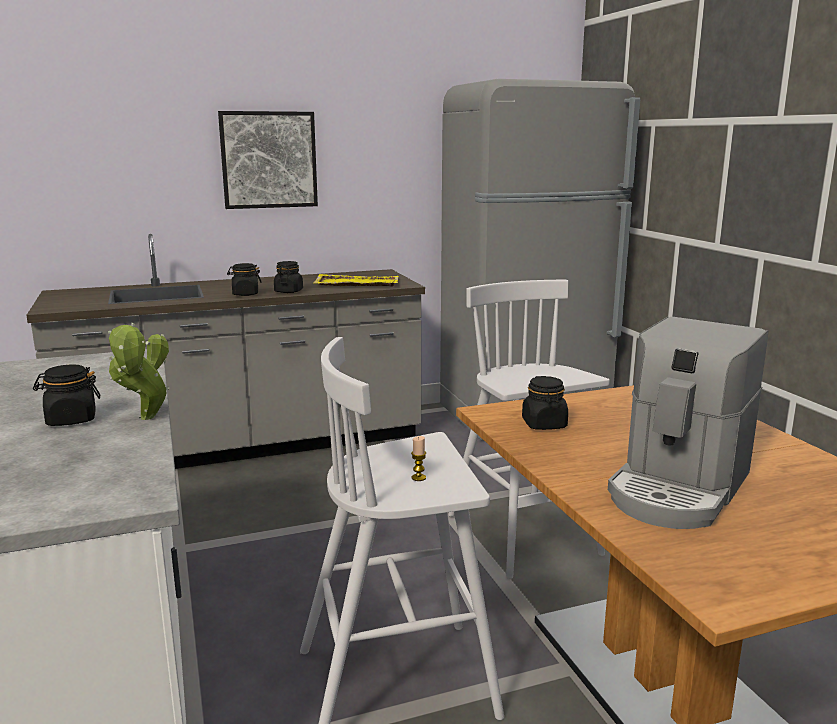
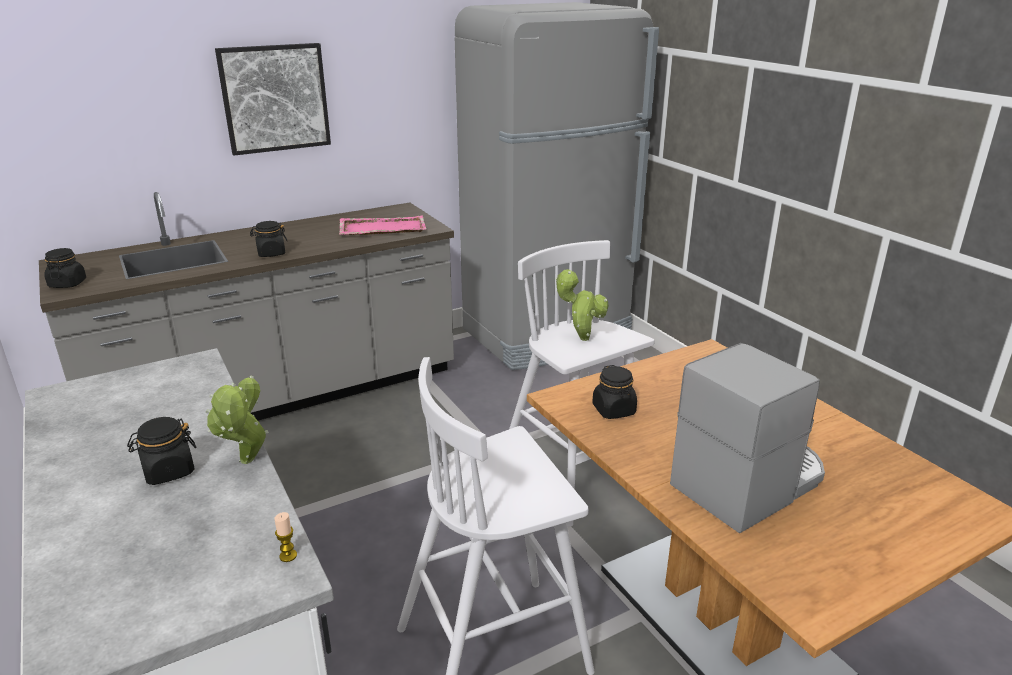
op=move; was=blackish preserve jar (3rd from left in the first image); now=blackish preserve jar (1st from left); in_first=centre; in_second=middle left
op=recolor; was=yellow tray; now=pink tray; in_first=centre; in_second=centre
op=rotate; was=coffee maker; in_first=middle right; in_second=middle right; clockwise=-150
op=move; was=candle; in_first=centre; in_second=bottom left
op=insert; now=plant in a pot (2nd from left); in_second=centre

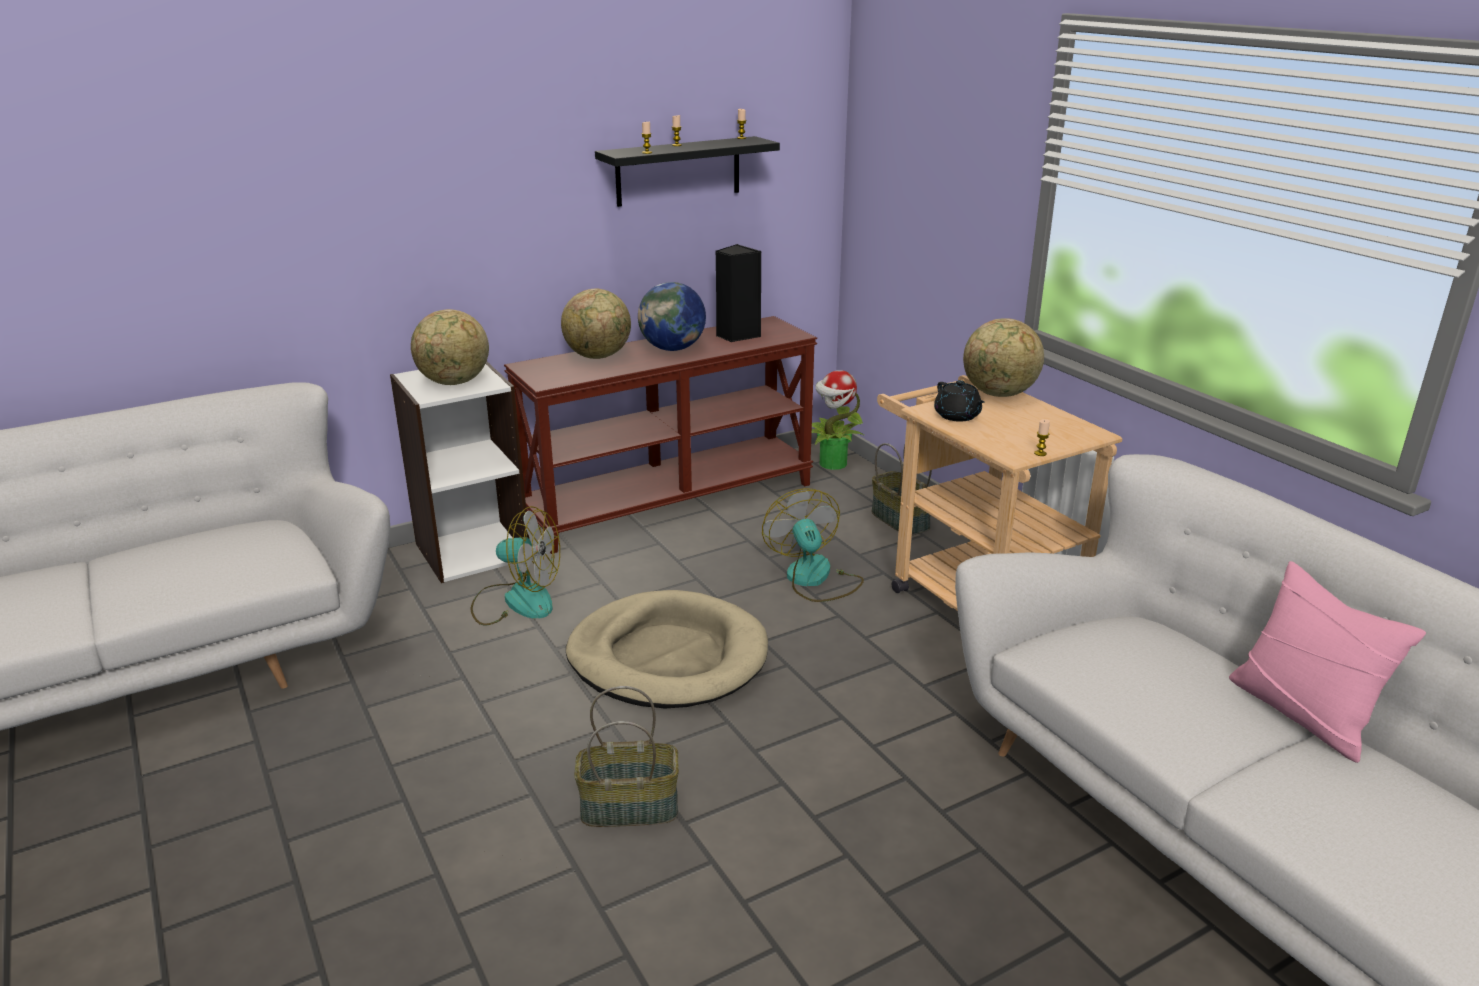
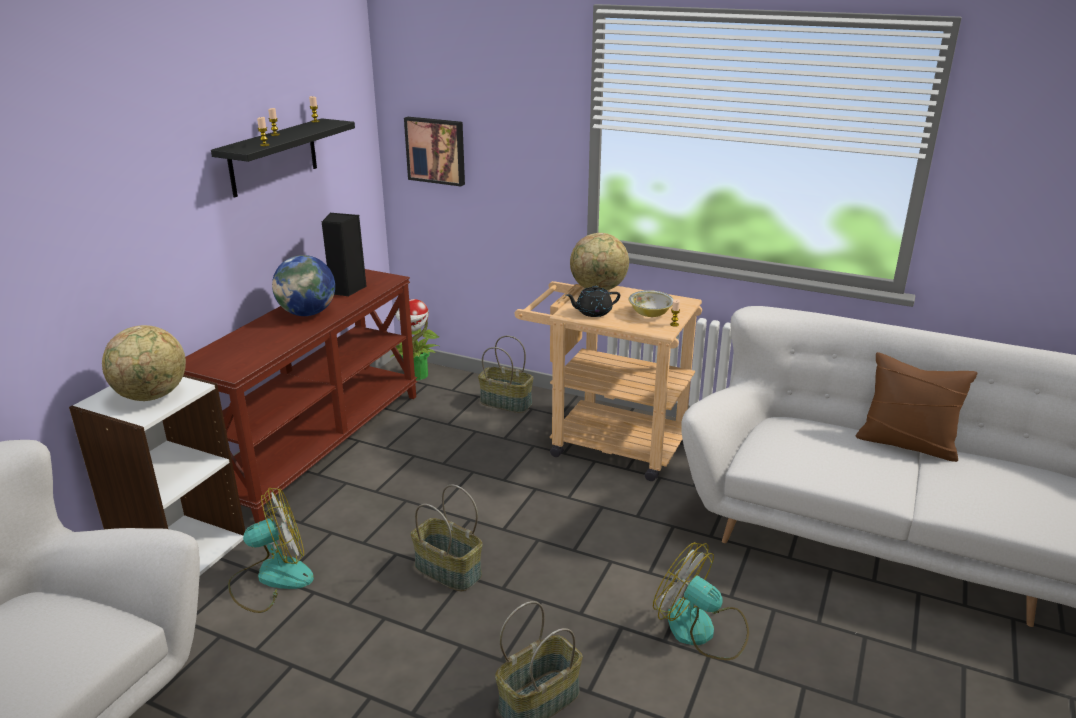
op=delete; was=desk globe (2nd from left); in_first=top centre
op=rotate; was=blackish pot for tea; in_first=centre; in_second=centre; clockwise=135
op=move; was=cooling fan (2nd from left); in_first=centre; in_second=bottom centre
op=recolor; was=pink pillow; now=brown-coloured pillow; in_first=bottom right; in_second=middle right
op=replace; was=sand-coloured dog bed; now=household basket (1st from left); in_first=centre; in_second=bottom centre
op=insert; now=wall picture; in_second=top centre
op=insert; now=serving bowl; in_second=centre

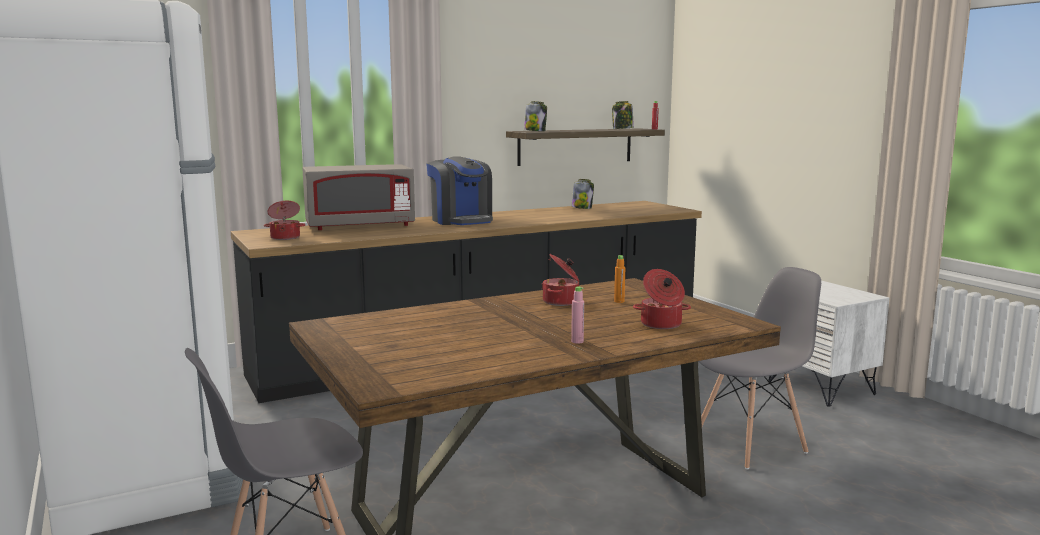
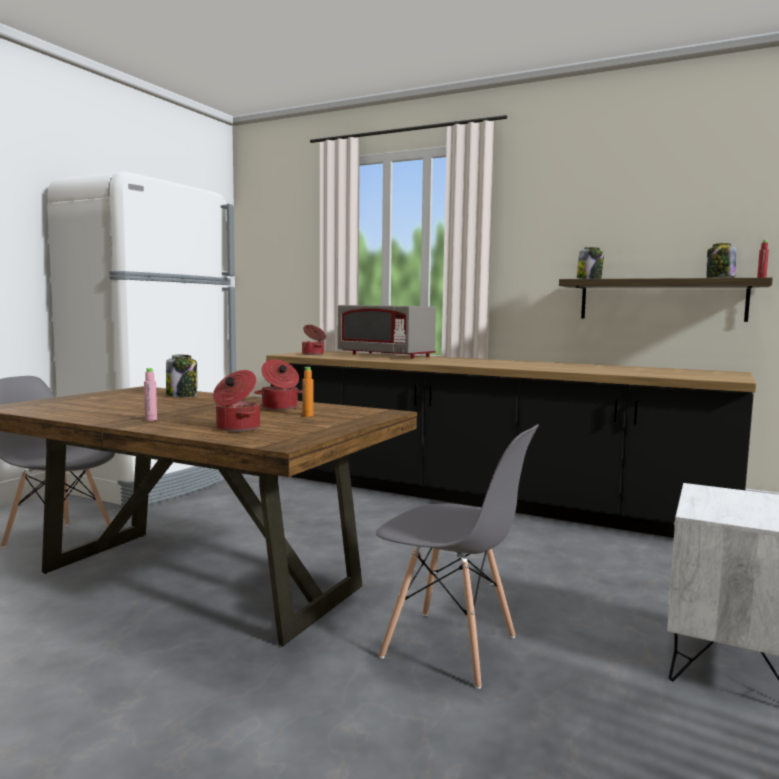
op=delete; was=coffee maker; in_first=centre
op=move; was=preserve jar (2nd from left in the first image); now=preserve jar (1st from left); in_first=centre; in_second=middle left

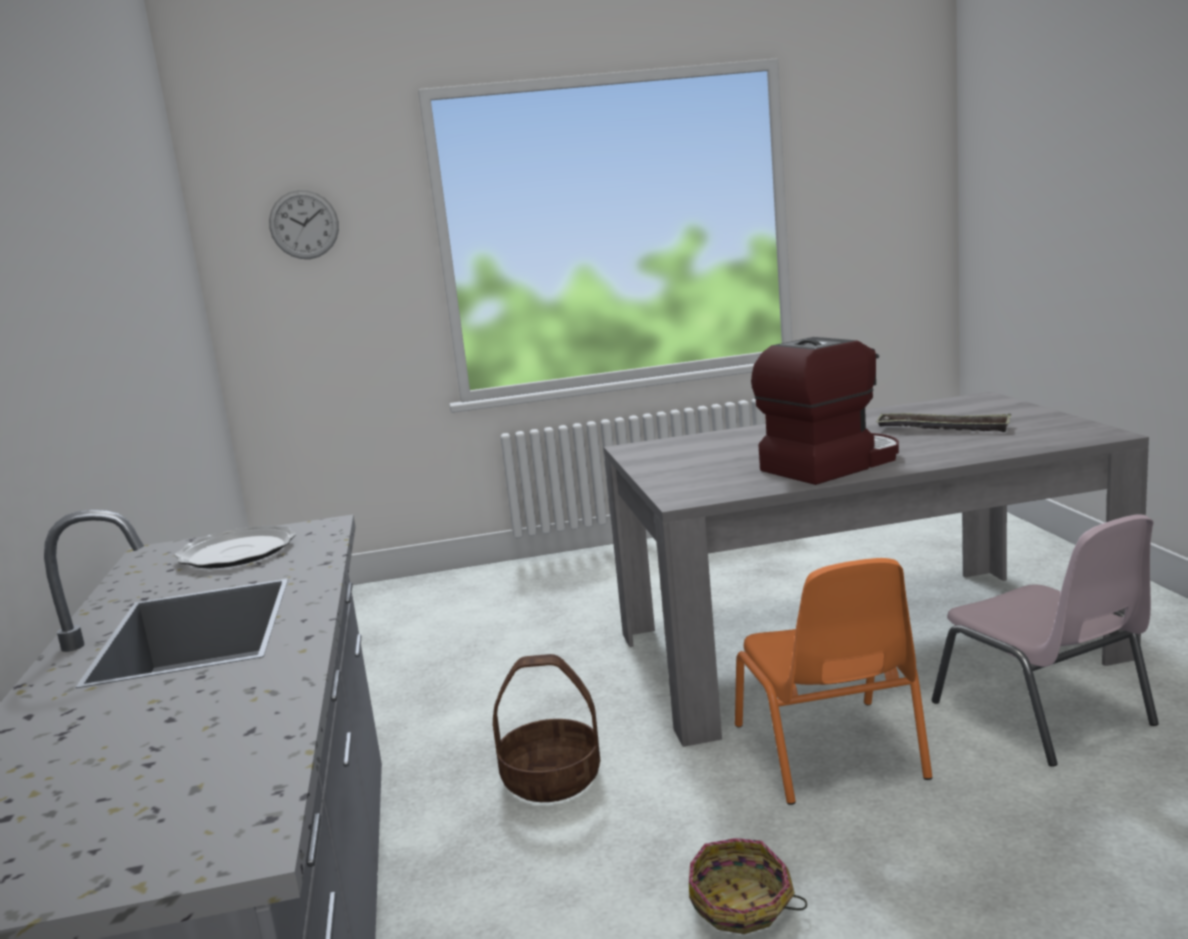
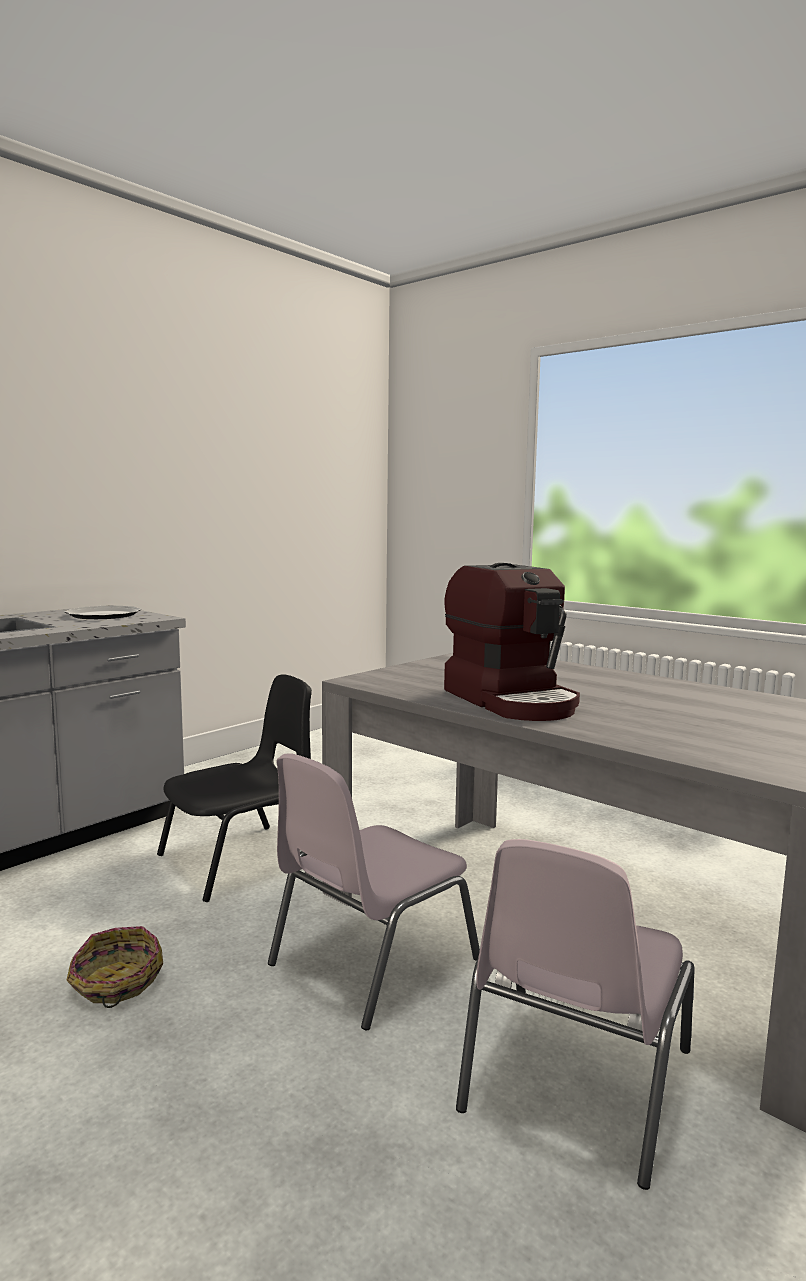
op=delete; was=hanging clock; in_first=top left
op=rotate; was=coffee maker; in_first=middle right; in_second=centre; clockwise=45
op=delete; was=tray; in_first=middle right
op=recolor; was=orangey chair; now=pink chair (1st from left); in_first=bottom right; in_second=bottom centre
op=replace; was=household basket (1st from left); now=blackish chair; in_first=bottom centre; in_second=middle left

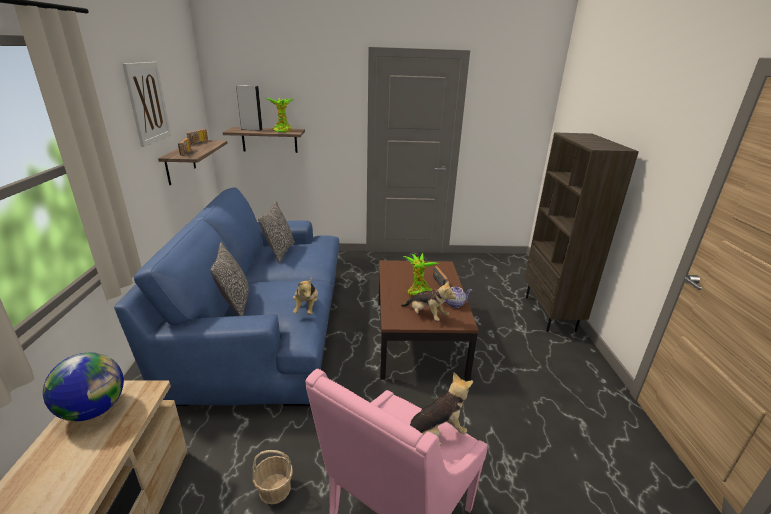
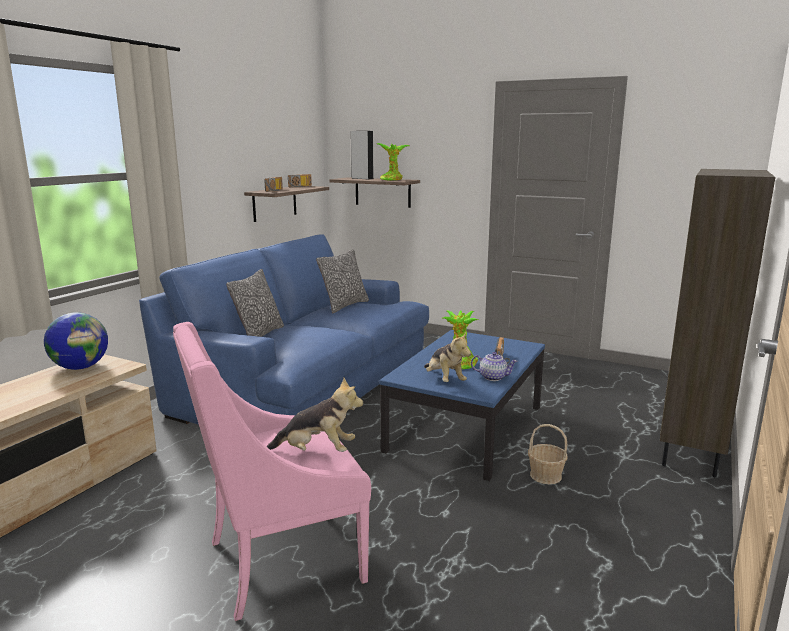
op=delete; was=wall picture; in_first=top left
op=recolor; was=brown-coloured coffee table; now=bluish coffee table; in_first=centre; in_second=centre
op=delete; was=soft toy (1st from left); in_first=centre
op=move; was=household basket; in_first=bottom centre; in_second=bottom right

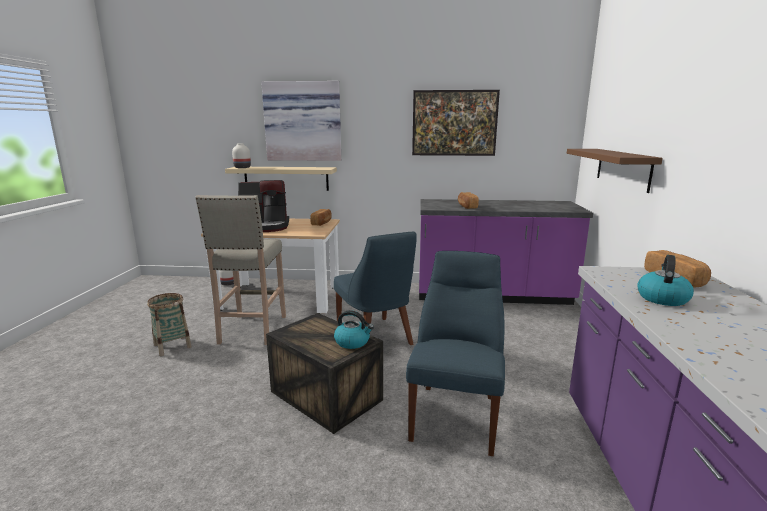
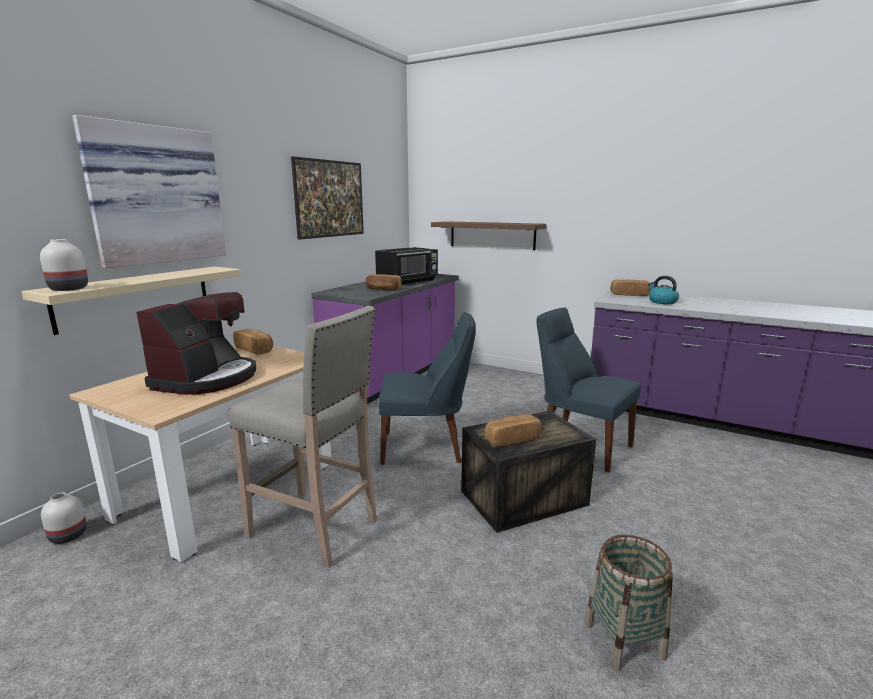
op=move; was=household basket; in_first=middle left; in_second=bottom right
op=delete; was=kettle (1st from left); in_first=centre
op=insert; now=blackish kitchen microwave; in_second=centre
op=insert; now=bread (3rd from left); in_second=centre

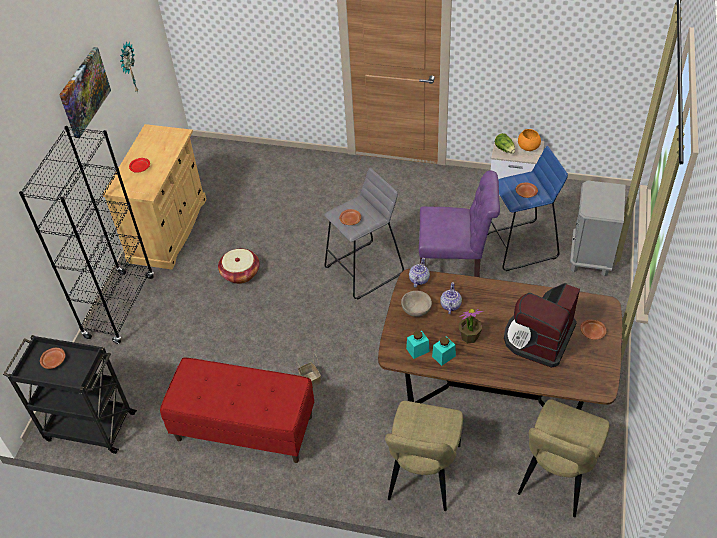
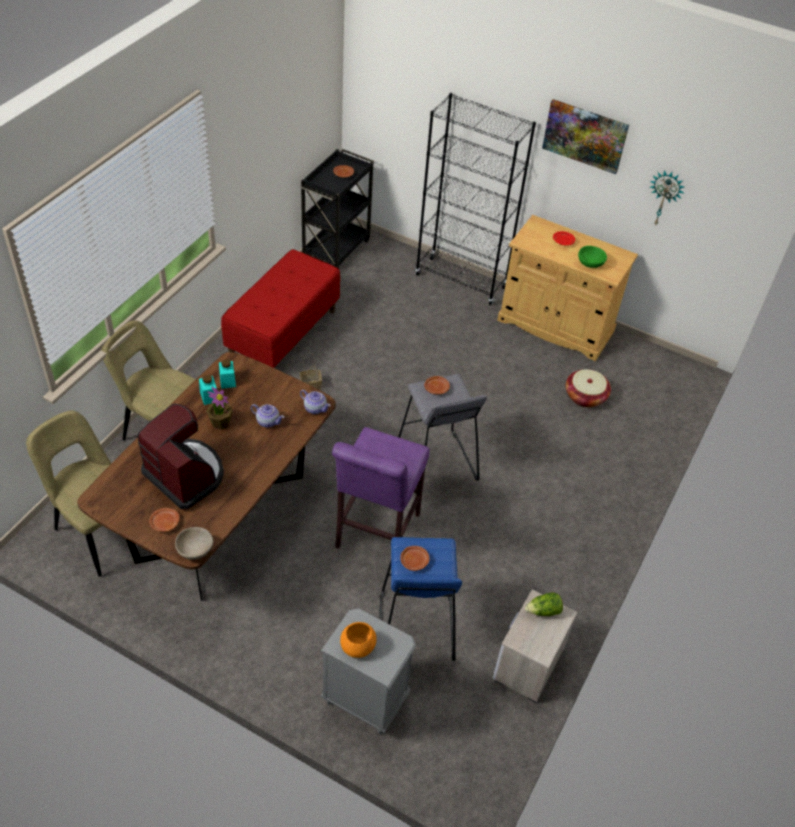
op=move; was=orangey serving bowl; in_first=top right; in_second=bottom centre
op=move; was=household basket (1st from left in the first image); now=household basket (2nd from left); in_first=centre; in_second=middle right
op=move; was=sand-coloured serving bowl; in_first=centre; in_second=middle left
op=insert; now=greenish serving bowl; in_second=top right

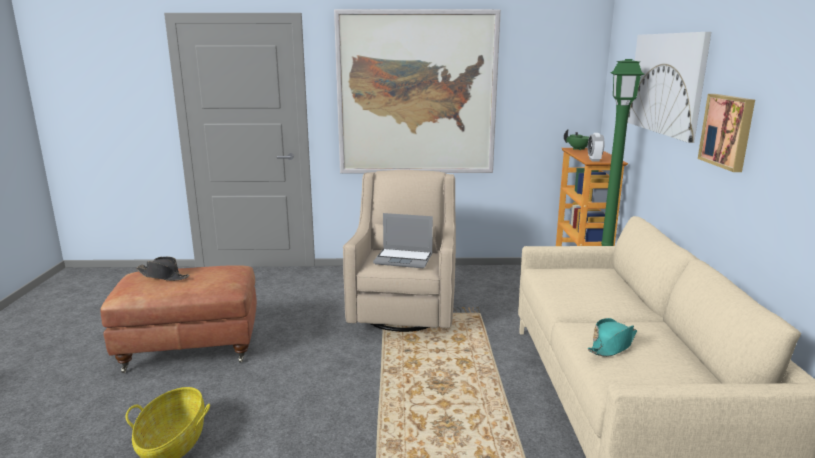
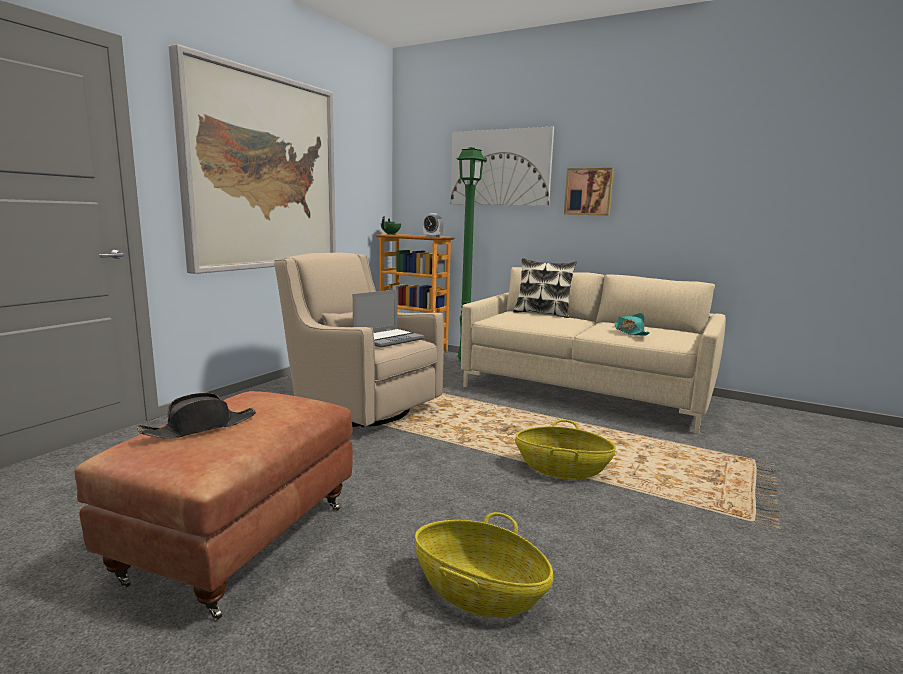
op=insert; now=pillow; in_second=centre
op=insert; now=household basket (2nd from left); in_second=bottom centre

